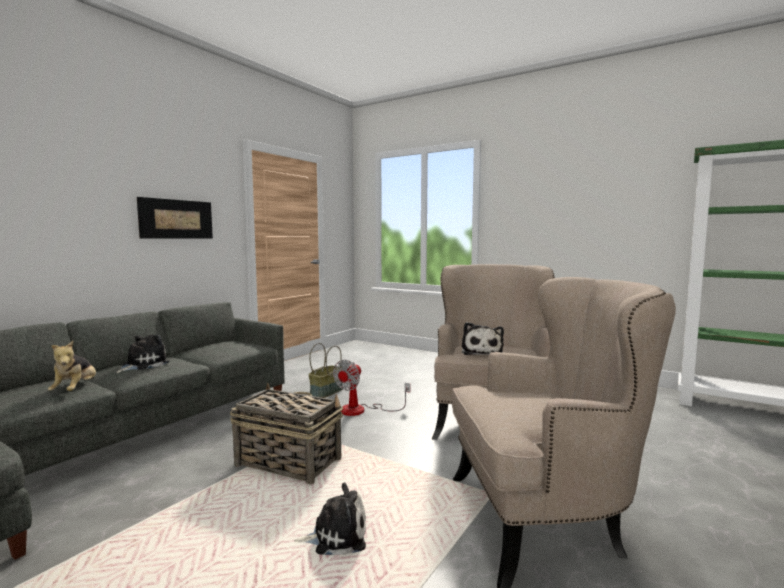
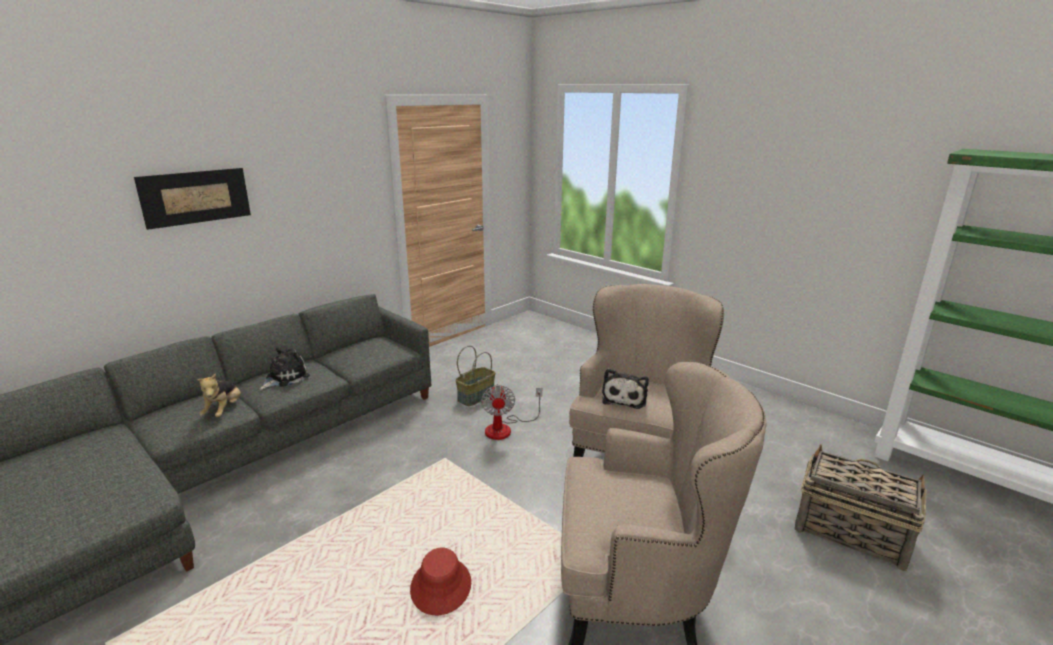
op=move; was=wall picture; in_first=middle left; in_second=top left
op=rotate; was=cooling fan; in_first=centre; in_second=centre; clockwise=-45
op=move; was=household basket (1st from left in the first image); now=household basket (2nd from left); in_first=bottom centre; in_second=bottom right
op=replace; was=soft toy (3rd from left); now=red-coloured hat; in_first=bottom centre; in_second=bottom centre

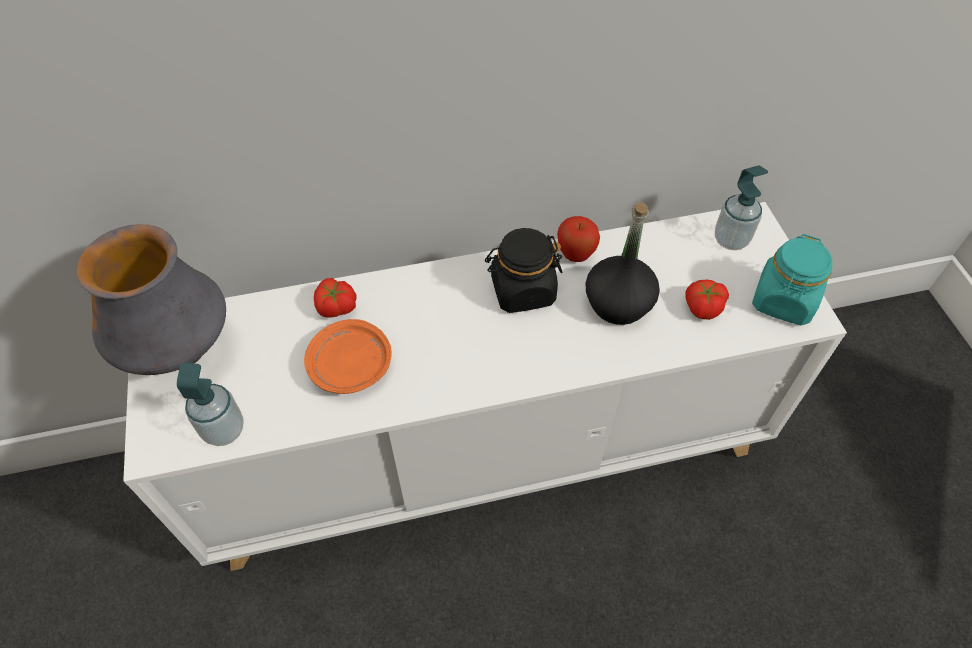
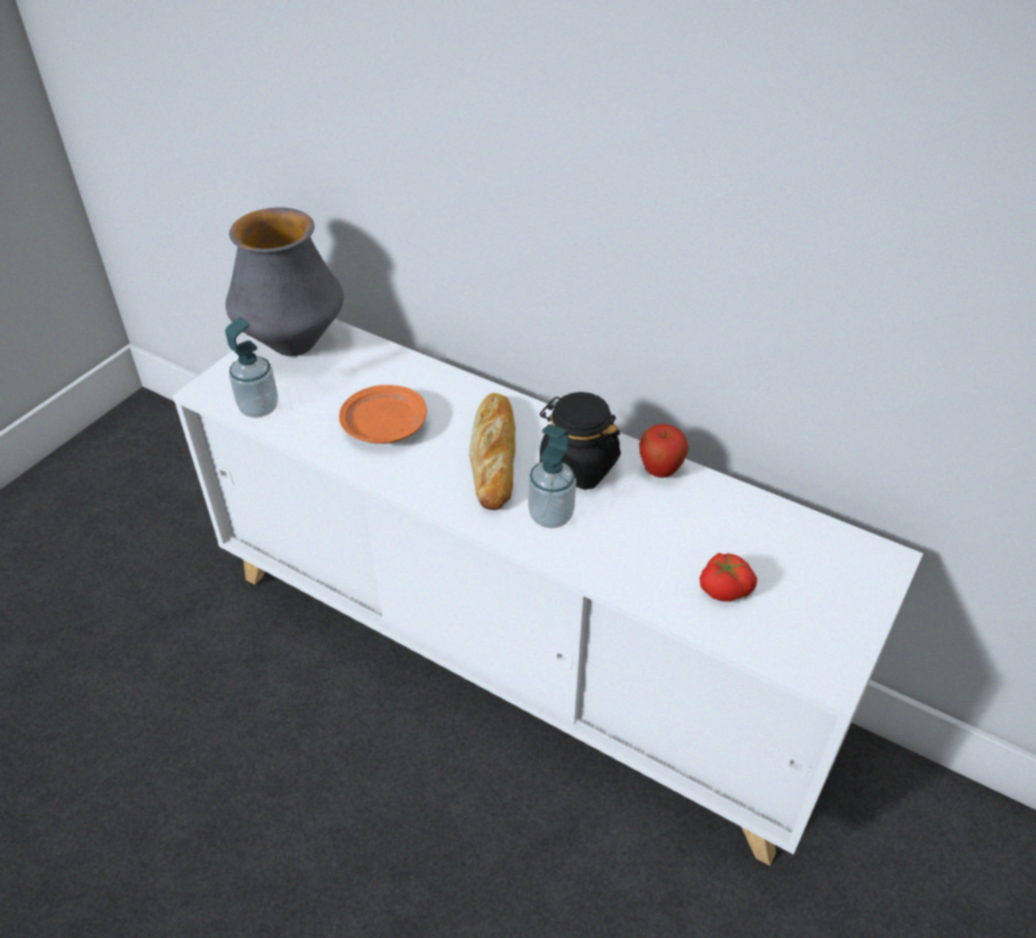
op=move; was=liquid soap bottle (2nd from left); in_first=top right; in_second=centre
op=delete; was=blackish beverage bottle; in_first=centre
op=delete; was=turquoise preserve jar; in_first=middle right
op=delete; was=fresh tomato (1st from left); in_first=centre
op=insert; now=bread; in_second=centre

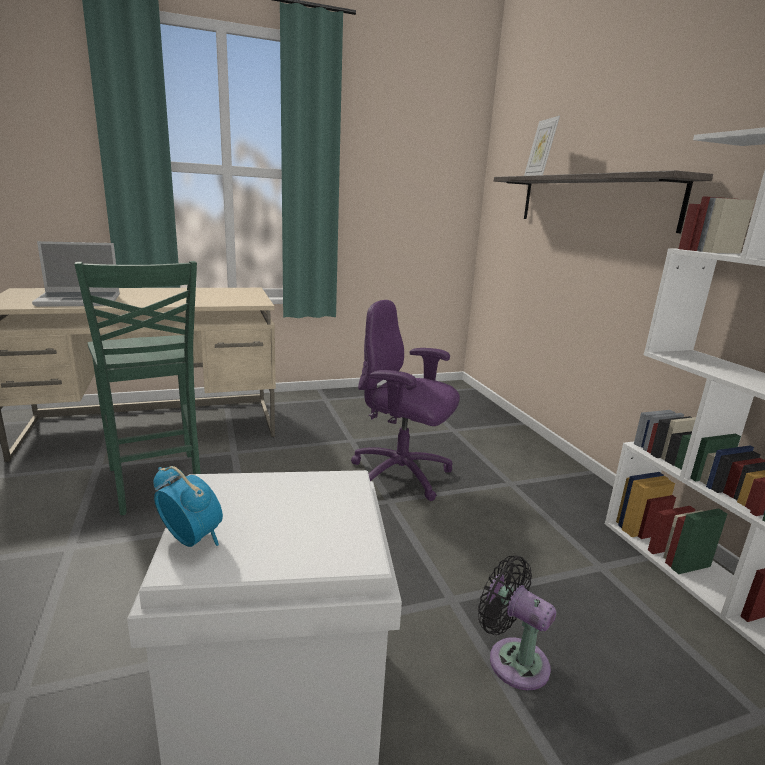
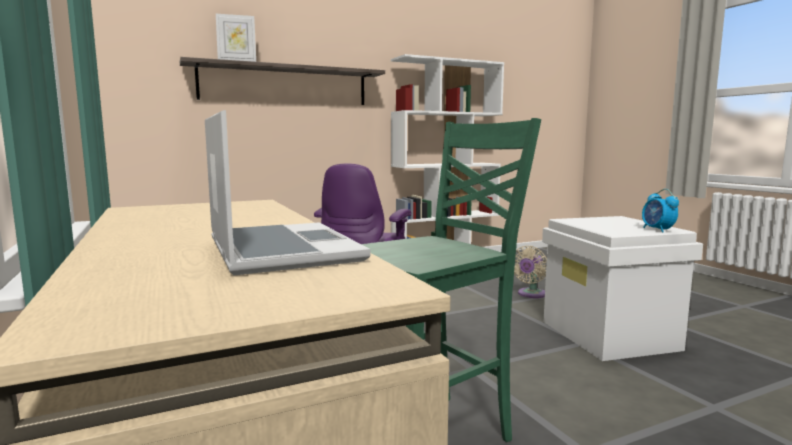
op=rotate; was=bedside clock; in_first=middle left; in_second=middle right; clockwise=-45
op=recolor; was=blackish cooling fan; now=sand-coloured cooling fan; in_first=bottom right; in_second=middle right

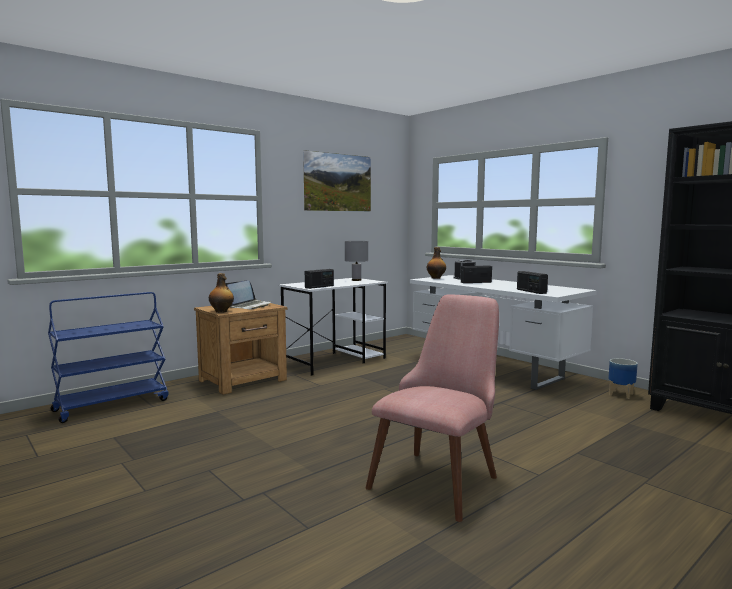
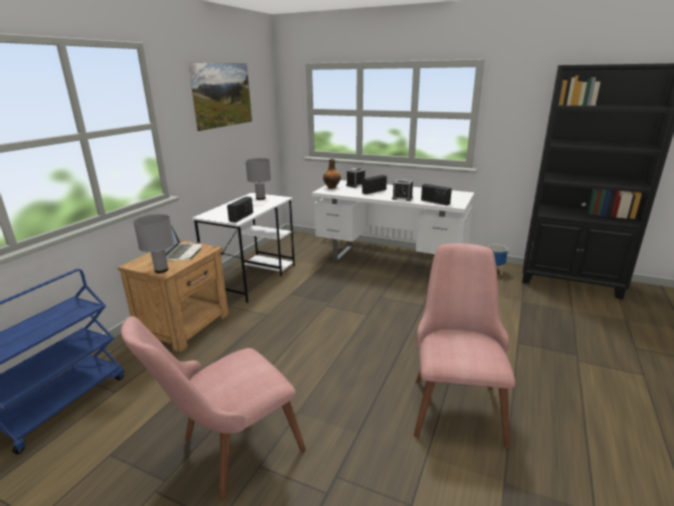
op=replace; was=beverage bottle (1st from left); now=grey lamp for a table (1st from left); in_first=middle left; in_second=middle left
op=insert; now=bedside clock (2nd from left); in_second=centre
op=insert; now=pink chair (1st from left); in_second=bottom left

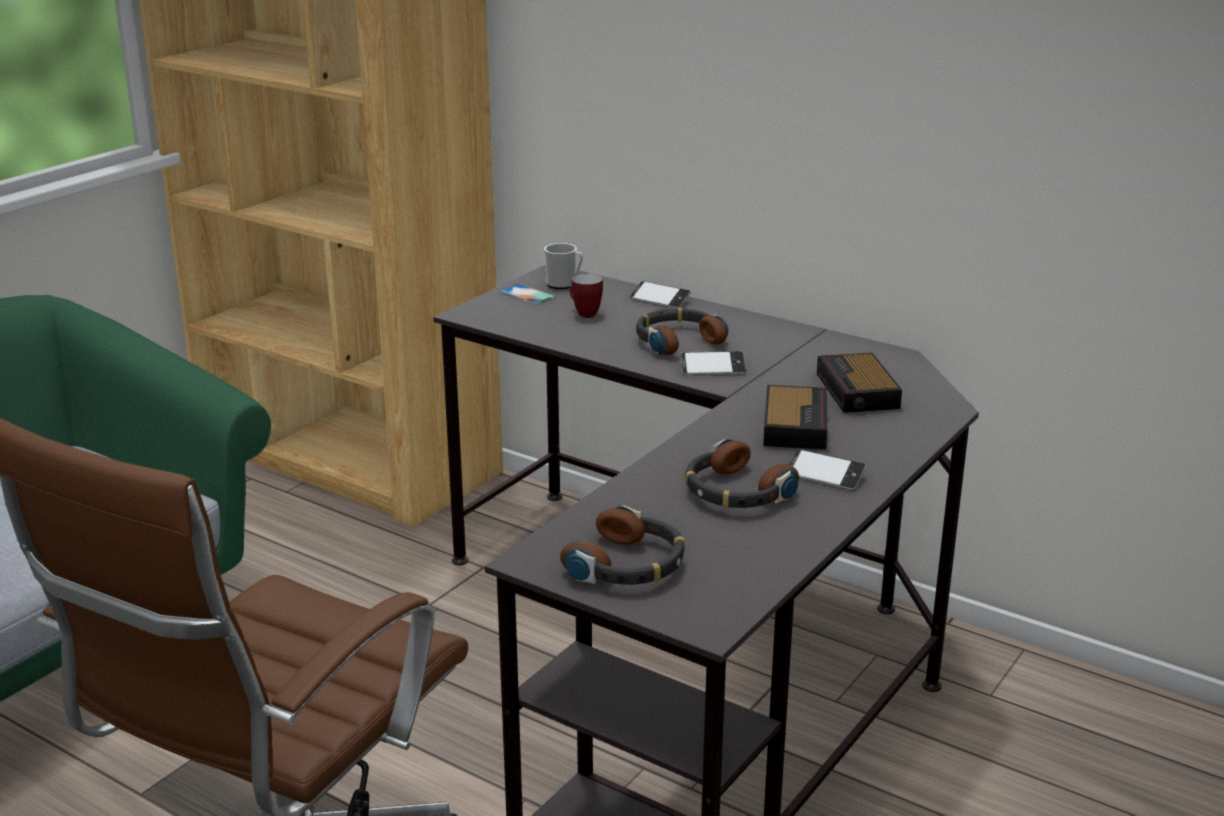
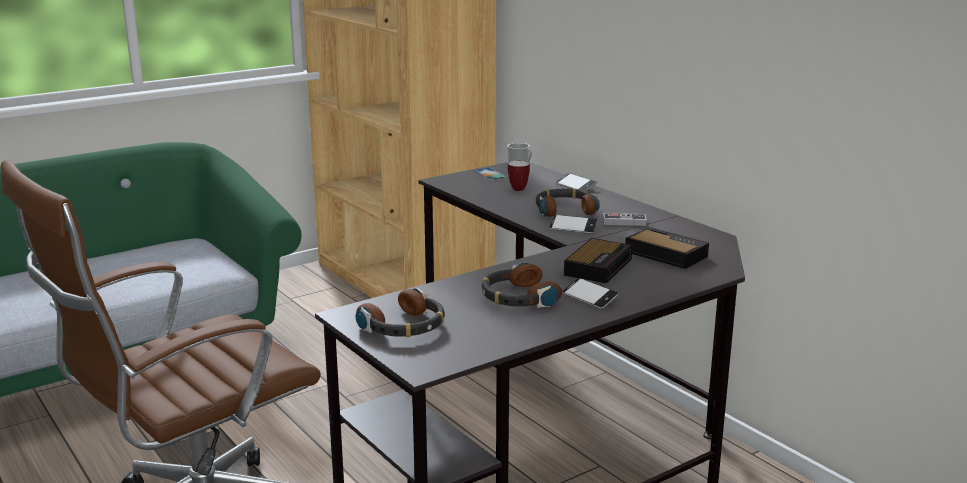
op=rotate; was=bedside clock (2nd from left); in_first=middle right; in_second=middle right; clockwise=120
op=insert; now=game controller; in_second=centre

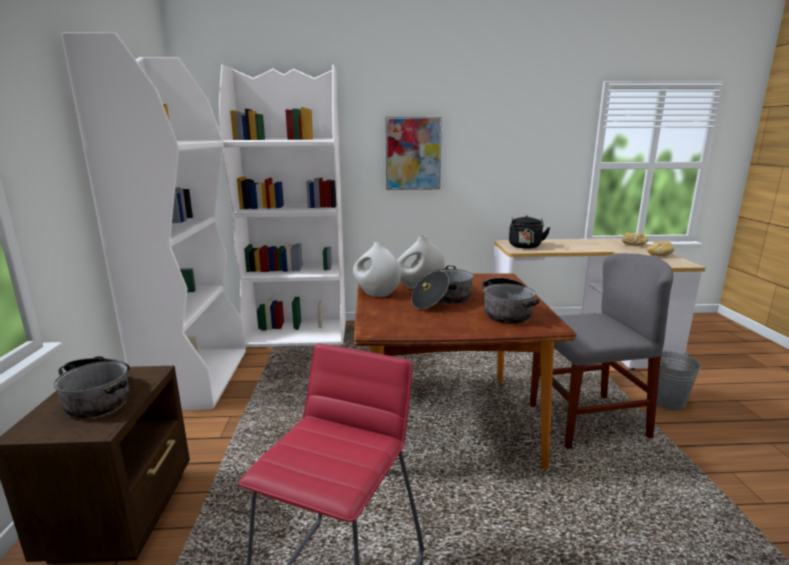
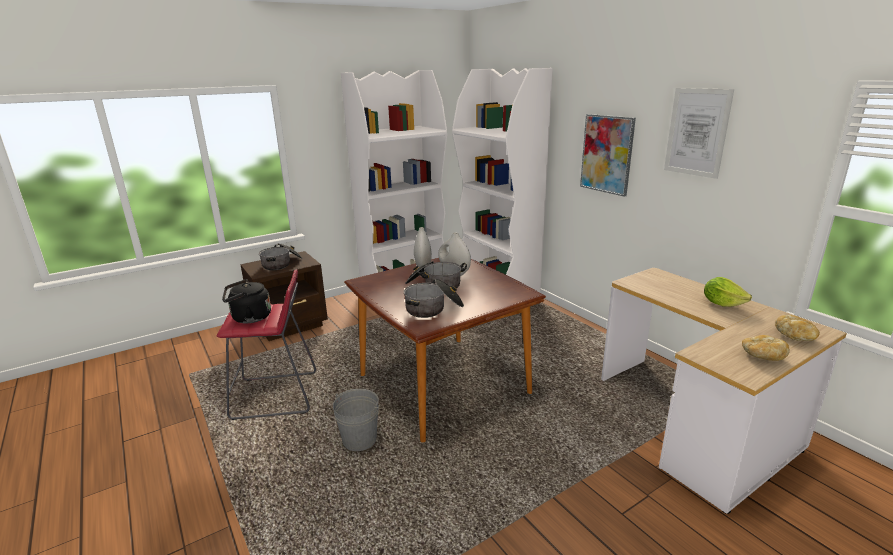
op=move; was=blackish kettle; in_first=middle right; in_second=middle left
op=delete; was=grey chair; in_first=middle right
op=move; was=grey pail; in_first=bottom right; in_second=bottom centre
op=insert; now=wall picture (2nd from left); in_second=top right
op=insert; now=lettuce head; in_second=middle right

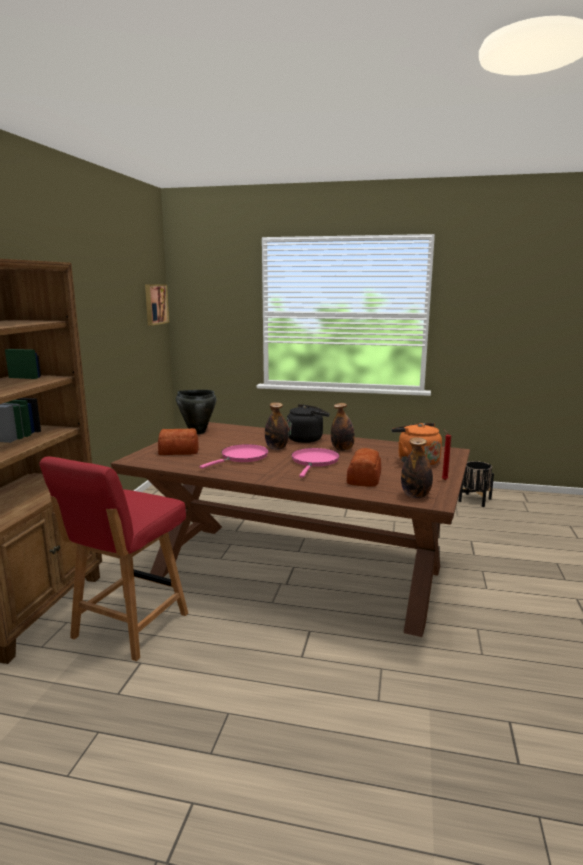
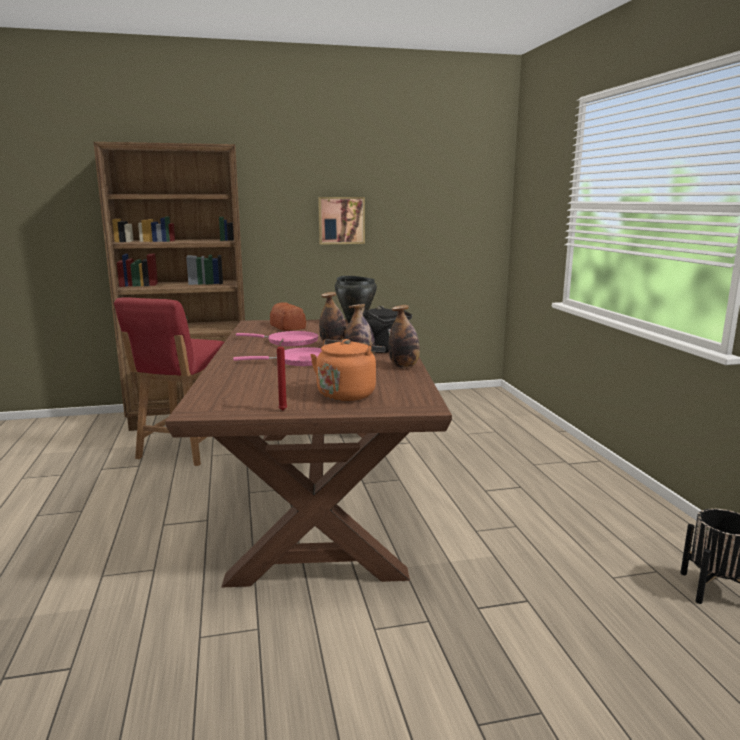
op=move; was=wall picture; in_first=middle left; in_second=top centre
op=move; was=beverage bottle (3rd from left); in_first=middle right; in_second=centre
op=delete; was=bread (2nd from left); in_first=centre
op=rotate; was=red-coloured chair; in_first=middle left; in_second=middle left; clockwise=-75

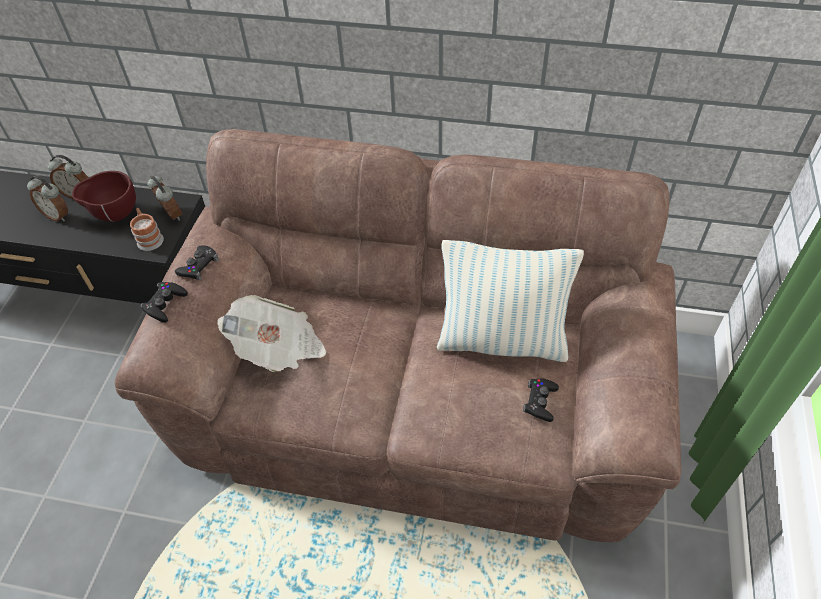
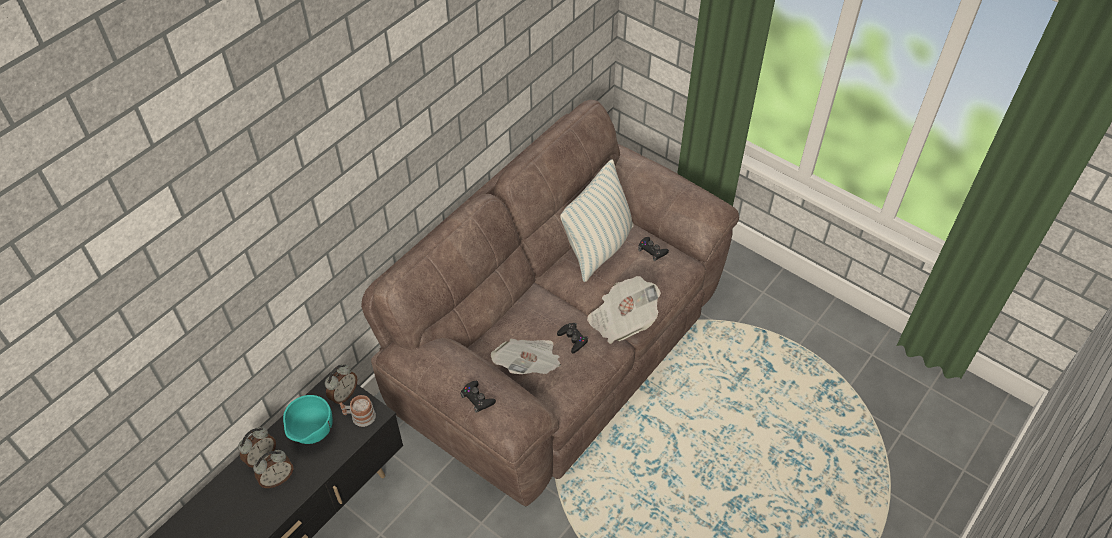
op=recolor; was=brown-coloured serving bowl; now=turquoise serving bowl; in_first=top left; in_second=bottom left
op=rotate; was=bedside clock (3rd from left); in_first=top left; in_second=bottom left; clockwise=135
op=move; was=blackish game controller (2nd from left); in_first=middle left; in_second=centre
op=insert; now=daily paper (2nd from left); in_second=centre

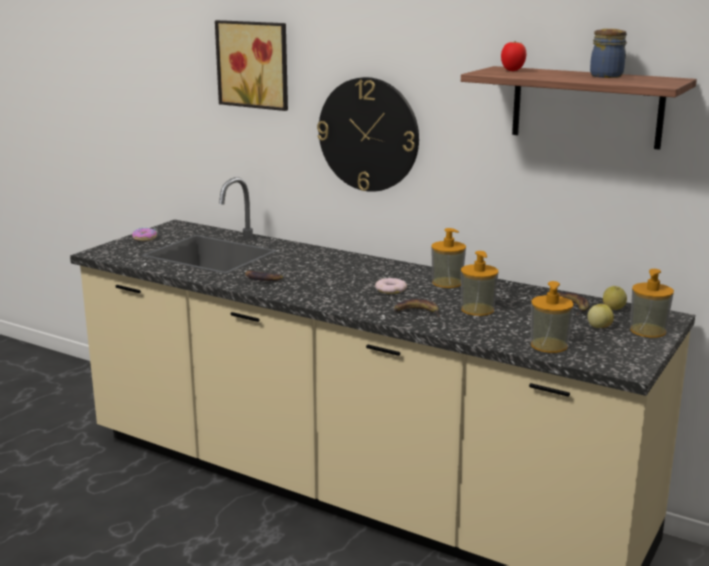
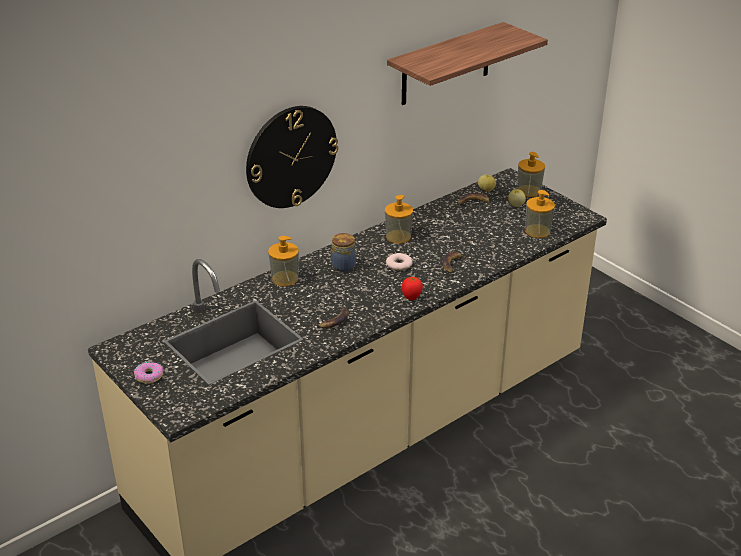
op=delete; was=wall picture; in_first=top centre
op=move; was=preserve jar; in_first=top right; in_second=centre
op=move; was=fresh tomato; in_first=top right; in_second=centre
op=move; was=liquid soap bottle (2nd from left in the first image); now=liquid soap bottle (1st from left); in_first=middle right; in_second=centre

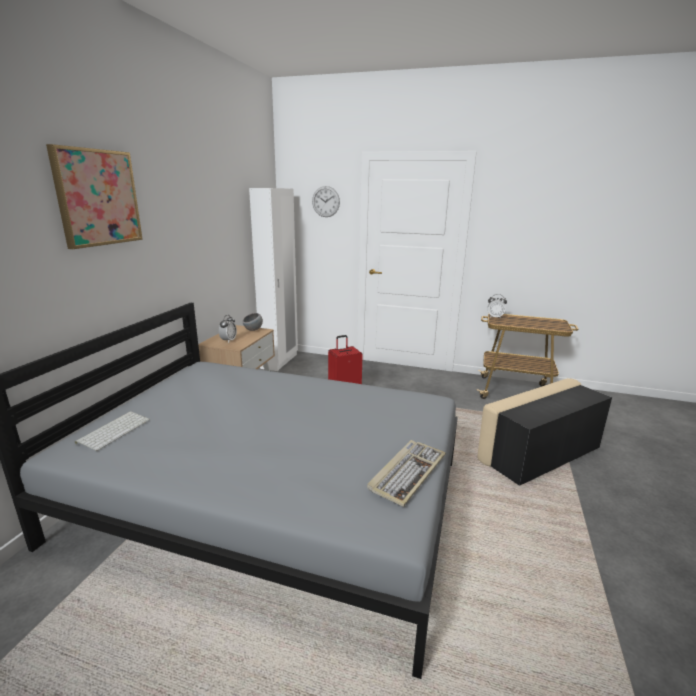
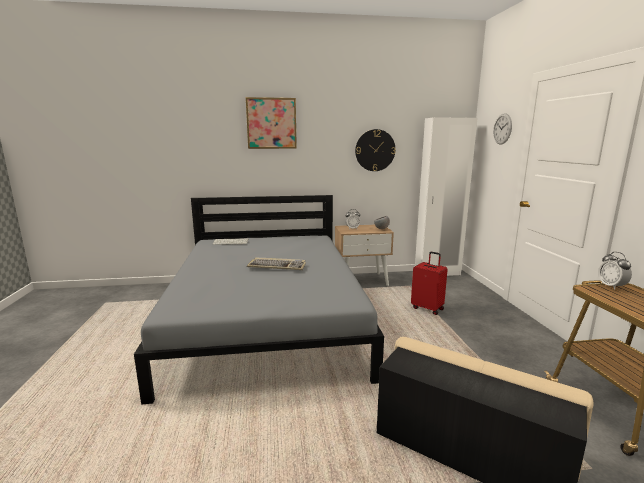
op=move; was=keyboard (2nd from left); in_first=bottom centre; in_second=centre
op=insert; now=hanging clock (1st from left); in_second=top centre

